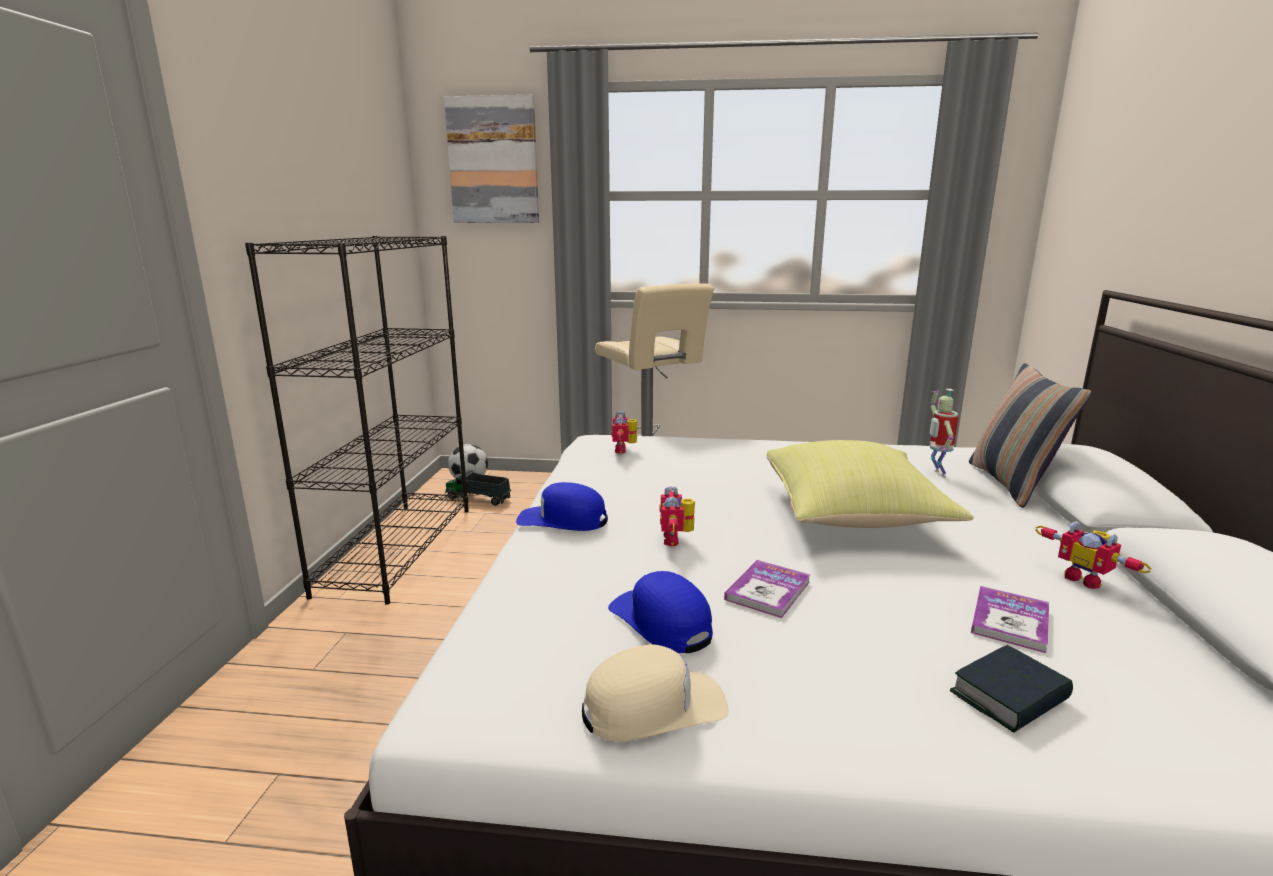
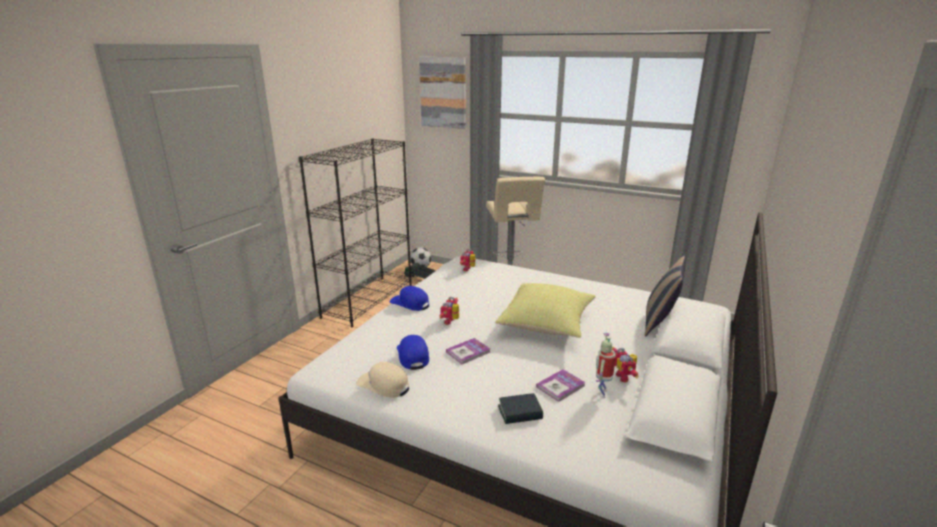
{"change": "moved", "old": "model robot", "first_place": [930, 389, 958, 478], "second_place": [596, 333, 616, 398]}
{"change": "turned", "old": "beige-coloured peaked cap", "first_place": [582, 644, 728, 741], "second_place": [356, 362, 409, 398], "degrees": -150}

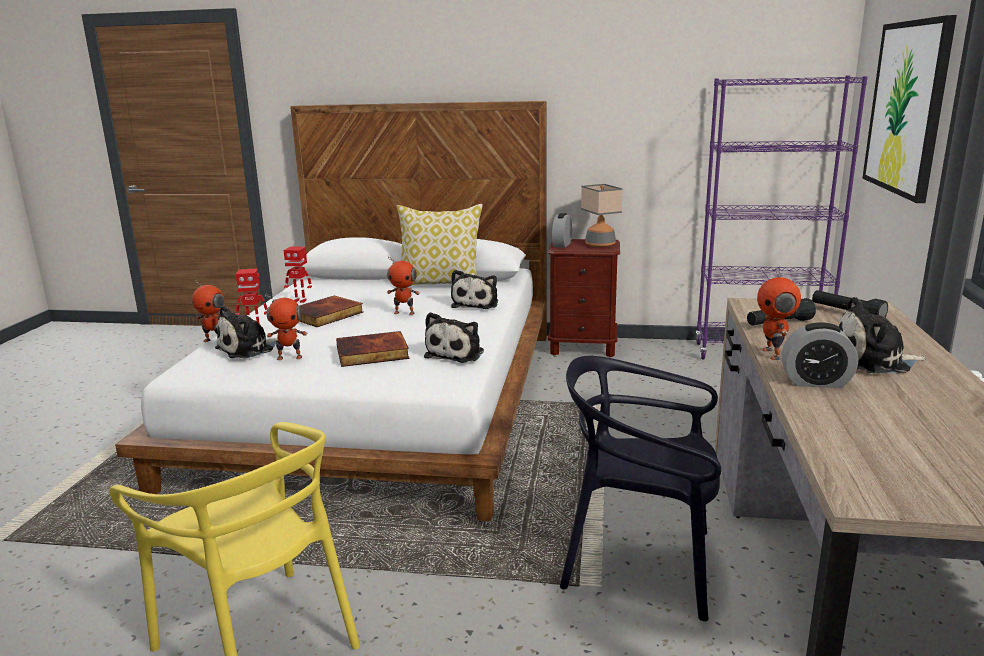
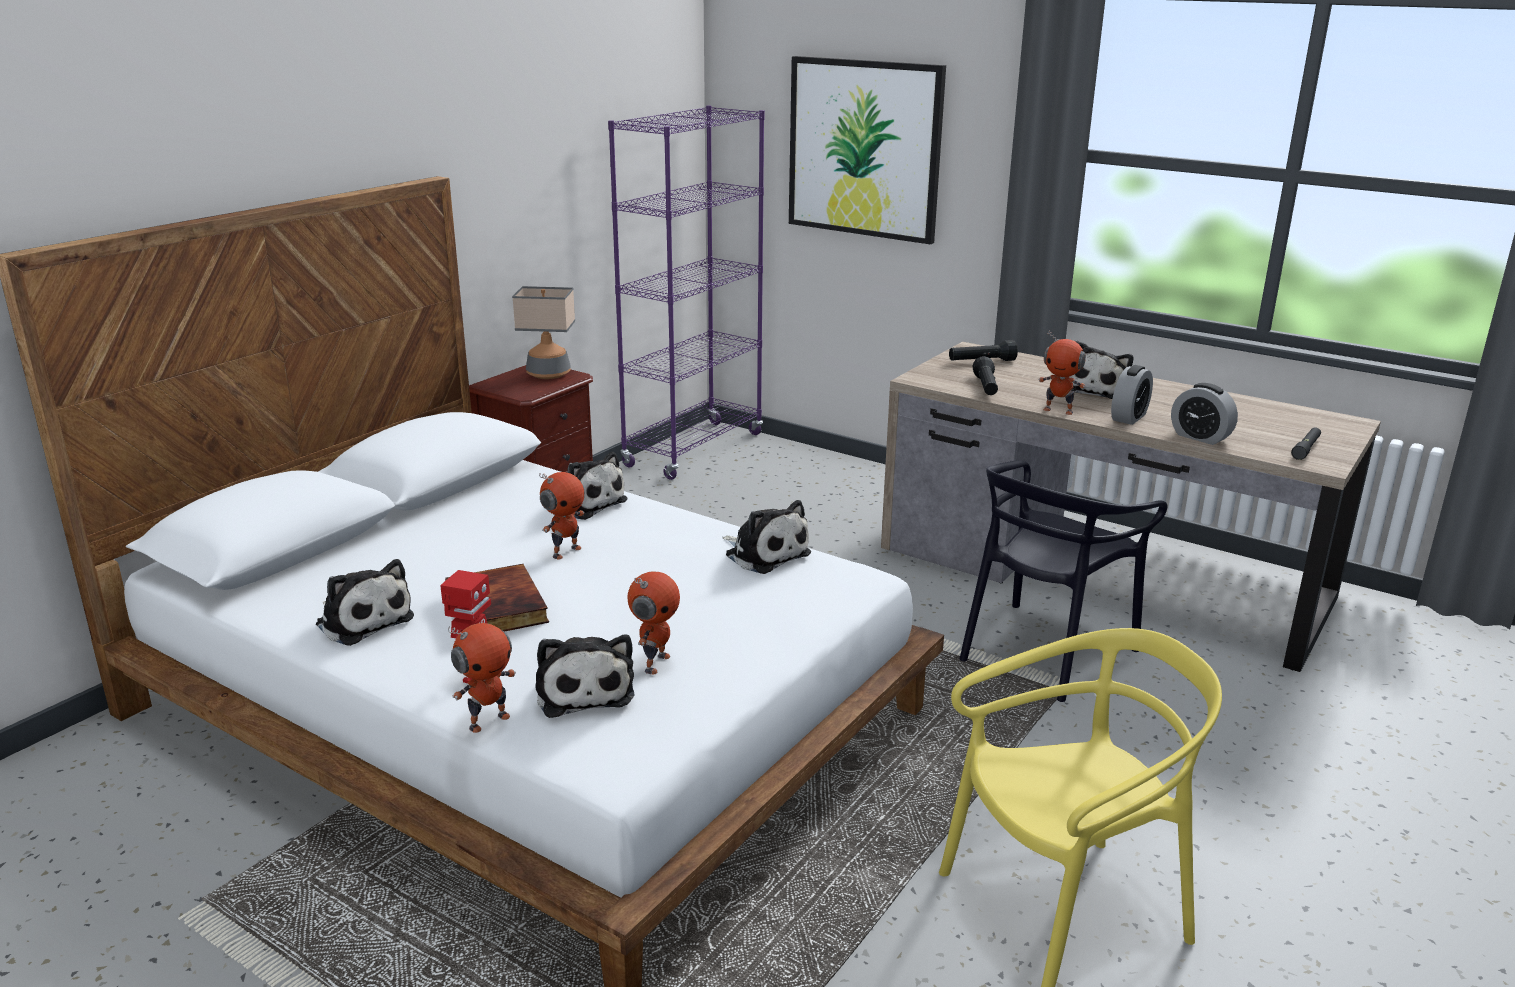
{"change": "removed", "old": "bound book", "first_place": [336, 331, 409, 367]}
{"change": "removed", "old": "throw pillow", "first_place": [396, 204, 483, 288]}
{"change": "added", "new": "blackish hand torch", "second_place": [1291, 427, 1321, 460]}
{"change": "moved", "old": "alarm clock", "first_place": [552, 213, 572, 248], "second_place": [1171, 383, 1238, 445]}
{"change": "replaced", "old": "model robot", "new": "soft toy", "first_place": [283, 246, 312, 303], "second_place": [316, 559, 414, 646]}

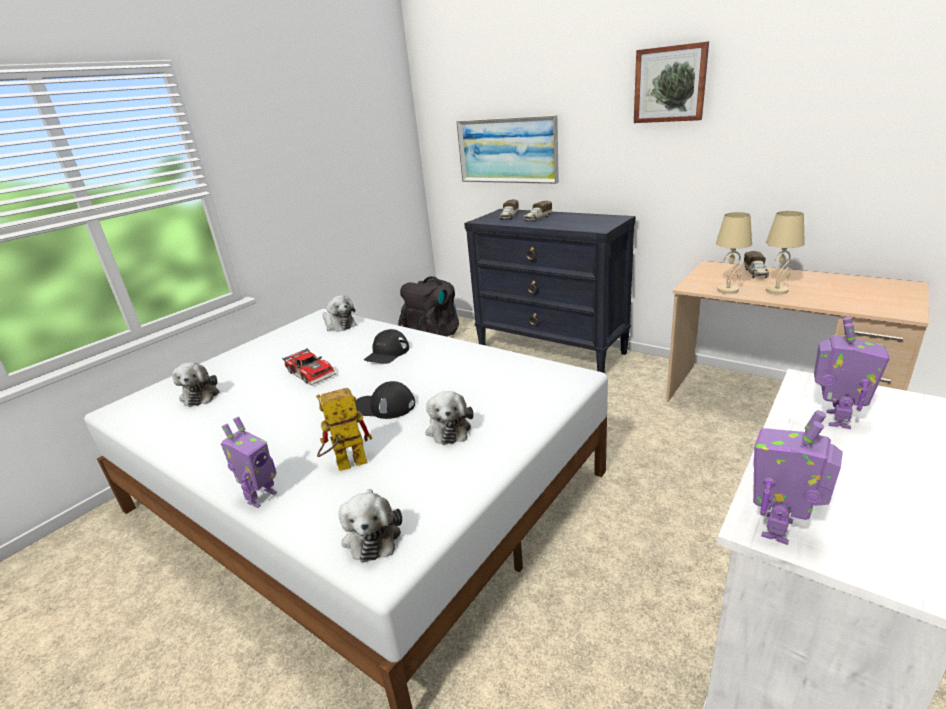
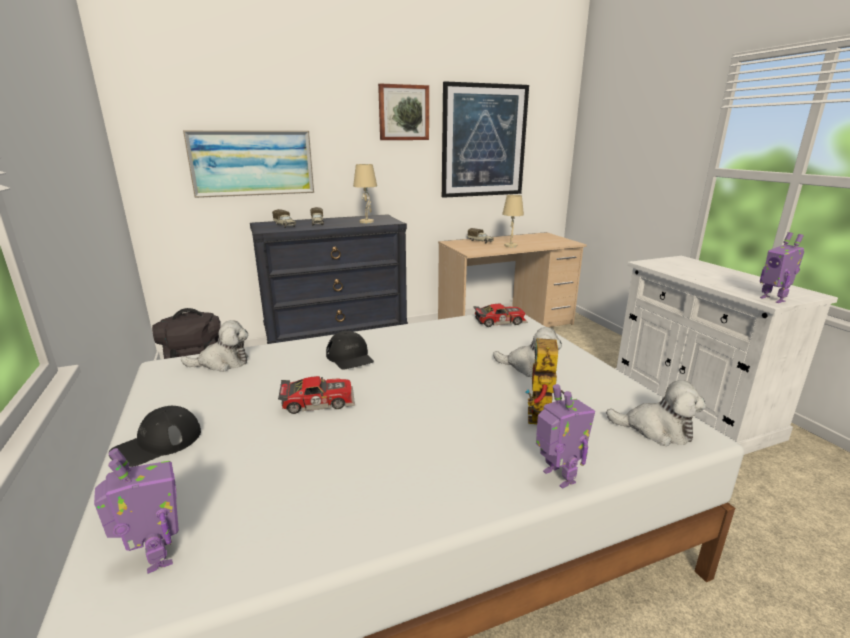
{"change": "removed", "old": "soft toy", "first_place": [172, 362, 220, 407]}
{"change": "added", "new": "wall picture", "second_place": [442, 81, 529, 198]}
{"change": "added", "new": "toy car", "second_place": [473, 303, 528, 327]}
{"change": "moved", "old": "blackish peaked cap", "first_place": [355, 381, 415, 419], "second_place": [109, 405, 201, 467]}
{"change": "moved", "old": "beige-coloured tabletop lamp", "first_place": [716, 212, 752, 294], "second_place": [353, 164, 377, 223]}
{"change": "moved", "old": "model robot", "first_place": [814, 317, 890, 429], "second_place": [94, 448, 179, 574]}

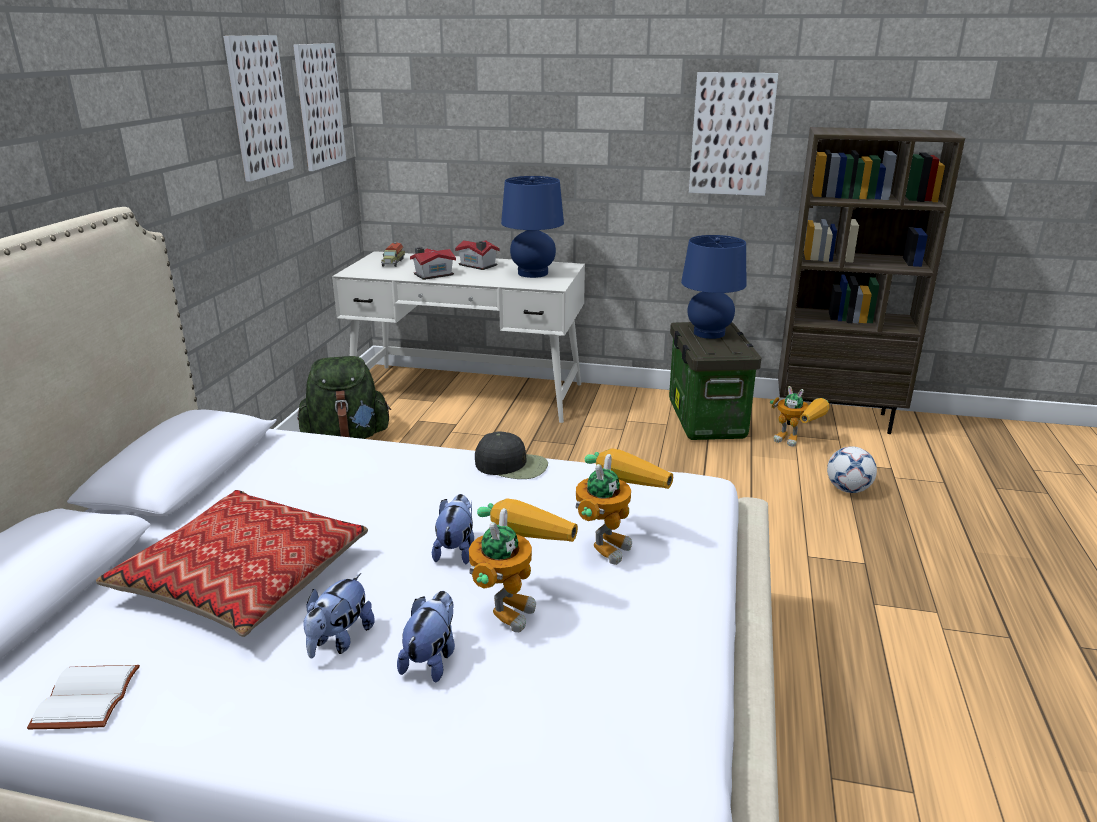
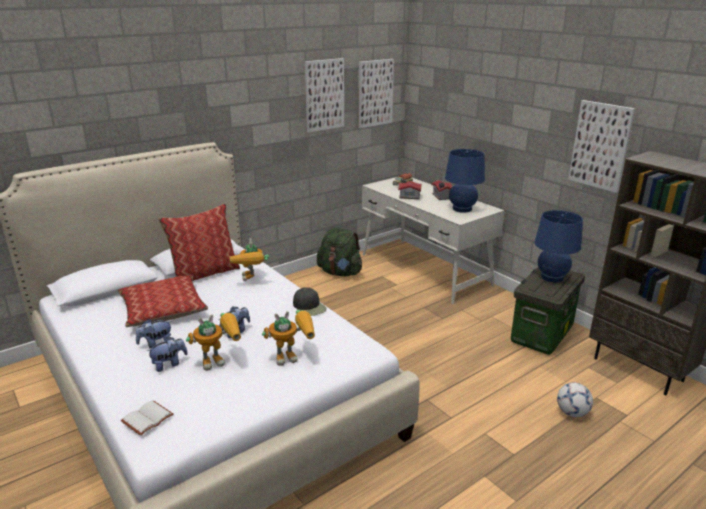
{"change": "added", "new": "throw pillow", "second_place": [158, 203, 240, 281]}
{"change": "moved", "old": "white bound book", "first_place": [27, 665, 140, 729], "second_place": [121, 401, 174, 436]}
{"change": "moved", "old": "model robot", "first_place": [770, 386, 830, 447], "second_place": [230, 238, 269, 281]}

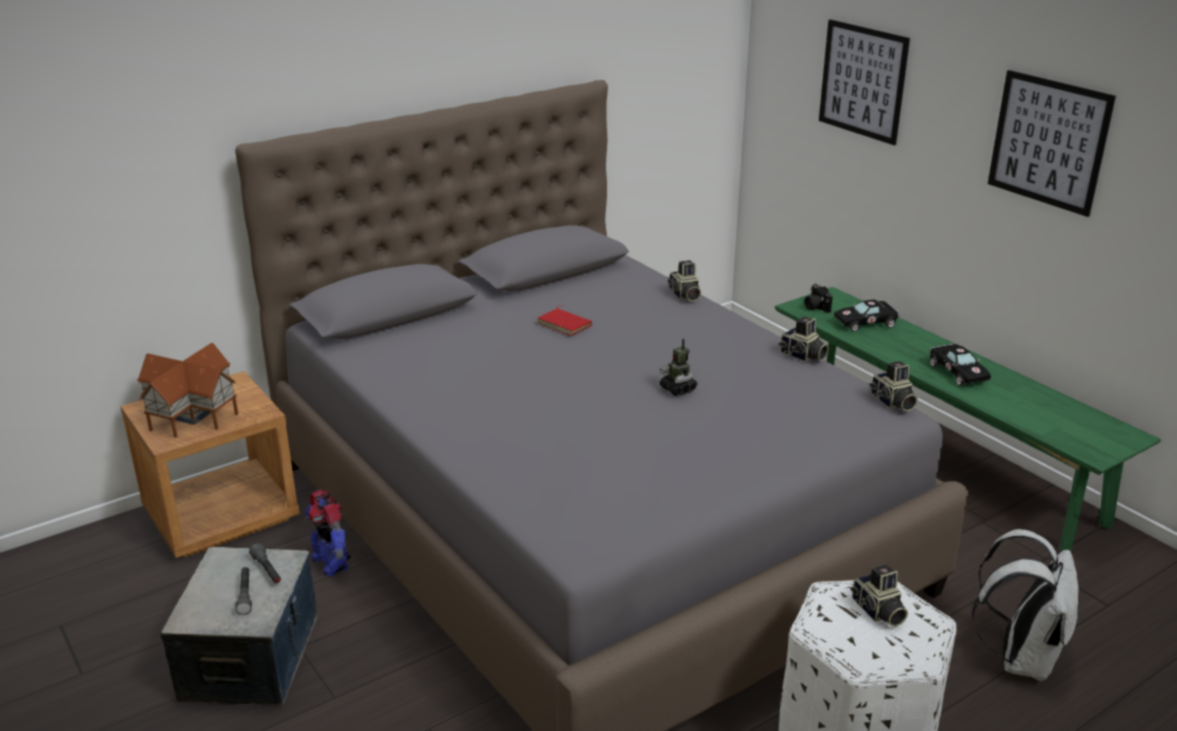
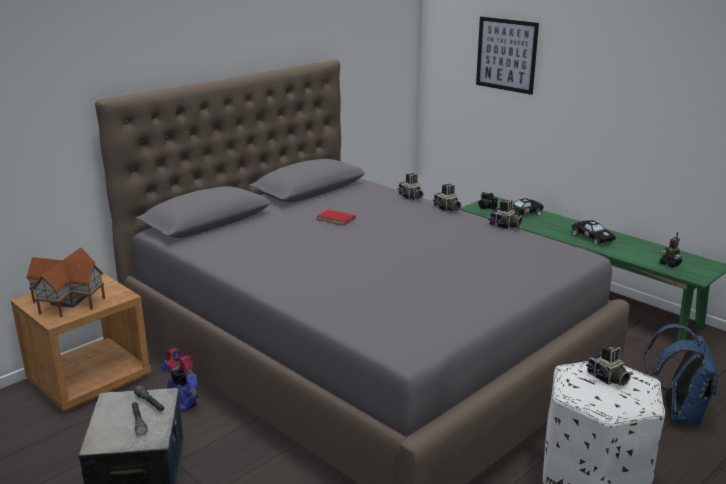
{"change": "removed", "old": "wall picture", "first_place": [988, 70, 1116, 217]}
{"change": "moved", "old": "model robot", "first_place": [659, 339, 698, 396], "second_place": [660, 232, 683, 268]}
{"change": "moved", "old": "still camera", "first_place": [870, 361, 918, 412], "second_place": [433, 184, 462, 212]}
{"change": "recoloured", "old": "white rucksack", "new": "blue-coloured rucksack", "first_place": [972, 529, 1078, 681], "second_place": [644, 324, 718, 425]}

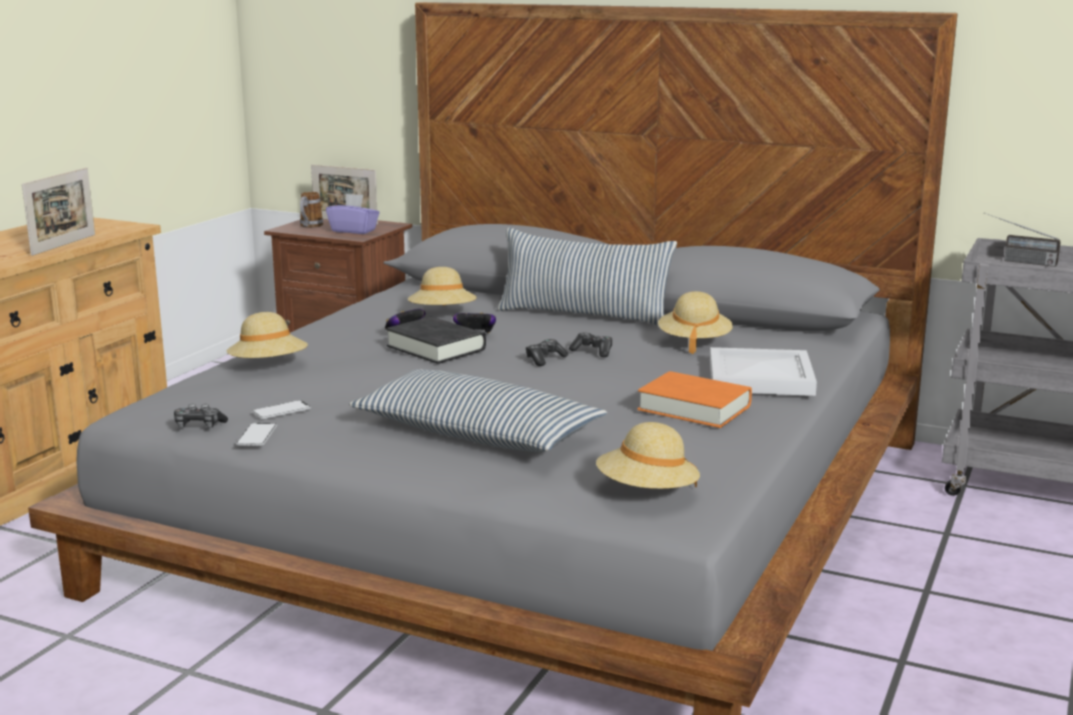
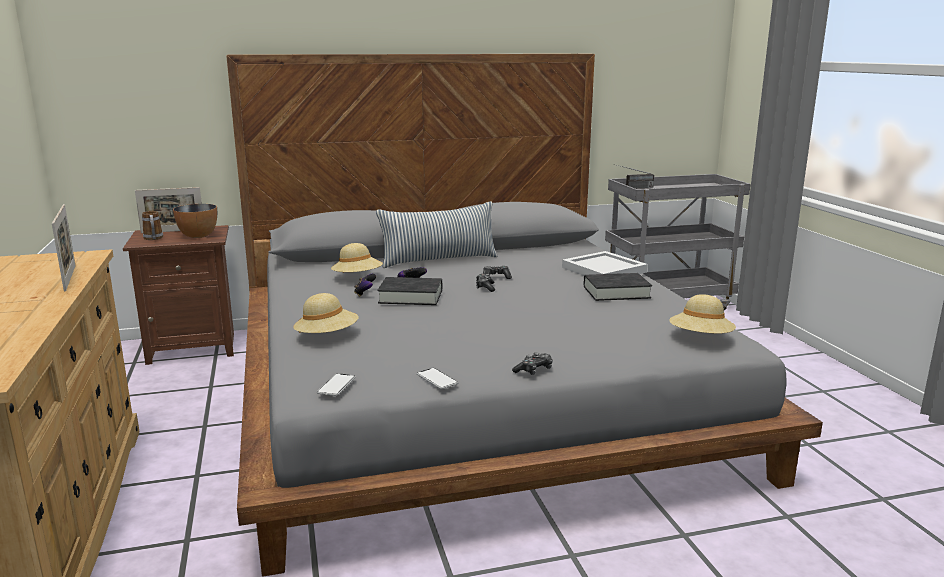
{"change": "removed", "old": "throw pillow", "first_place": [349, 369, 607, 452]}
{"change": "removed", "old": "beige-coloured hat", "first_place": [658, 291, 733, 354]}
{"change": "moved", "old": "gamepad", "first_place": [174, 404, 228, 428], "second_place": [512, 352, 553, 375]}
{"change": "moved", "old": "handset", "first_place": [252, 400, 311, 419], "second_place": [317, 373, 356, 396]}
{"change": "replaced", "old": "purple tissue box", "new": "bowl", "first_place": [326, 193, 380, 234], "second_place": [173, 204, 217, 238]}
{"change": "recoloured", "old": "orangey bound book", "new": "blackish bound book", "first_place": [637, 371, 752, 428], "second_place": [584, 273, 652, 301]}

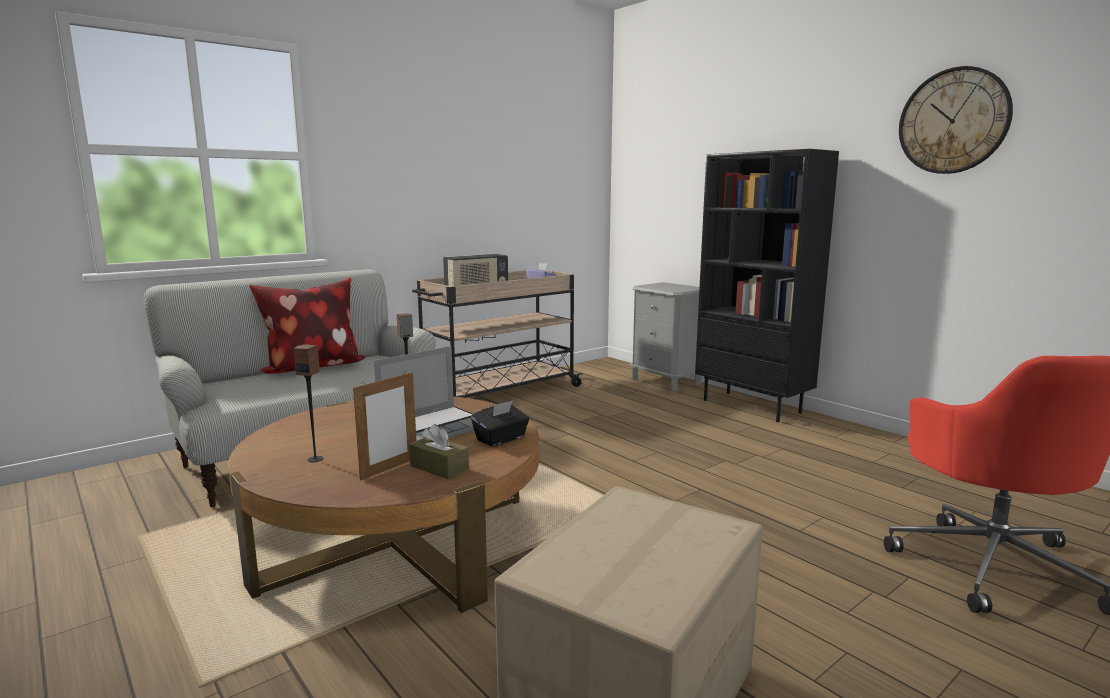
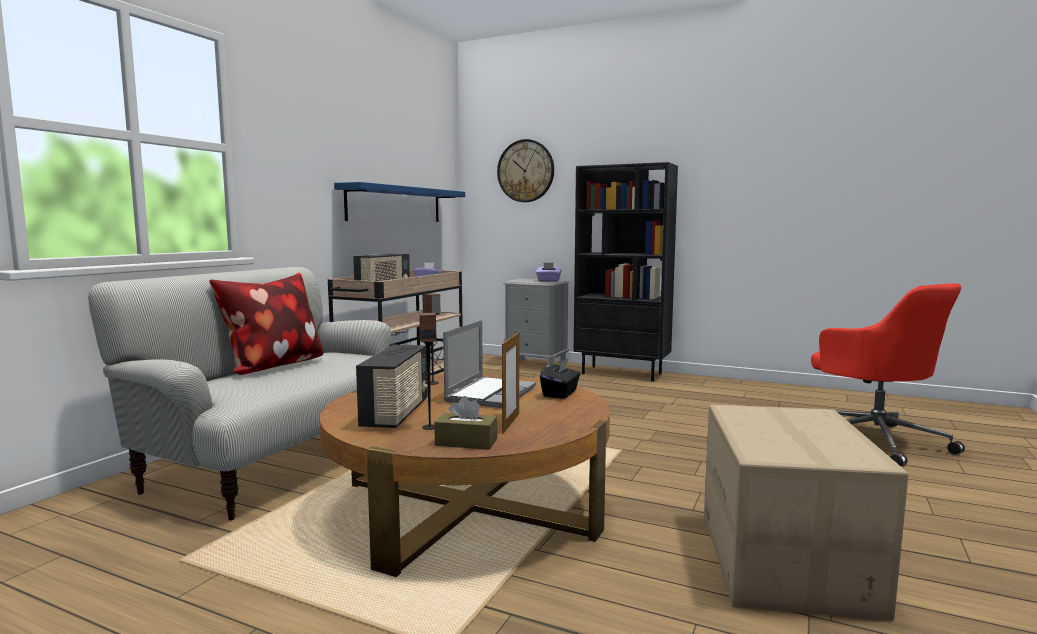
{"change": "added", "new": "blue-coloured wall shelf", "second_place": [334, 182, 465, 222]}
{"change": "added", "new": "radio set", "second_place": [356, 345, 428, 428]}
{"change": "added", "new": "purple tissue box", "second_place": [536, 262, 562, 282]}
{"change": "moved", "old": "brown tissue box", "first_place": [409, 424, 469, 480], "second_place": [434, 396, 497, 450]}
{"change": "moved", "old": "clock on the wall", "first_place": [899, 66, 1013, 174], "second_place": [497, 139, 554, 202]}

